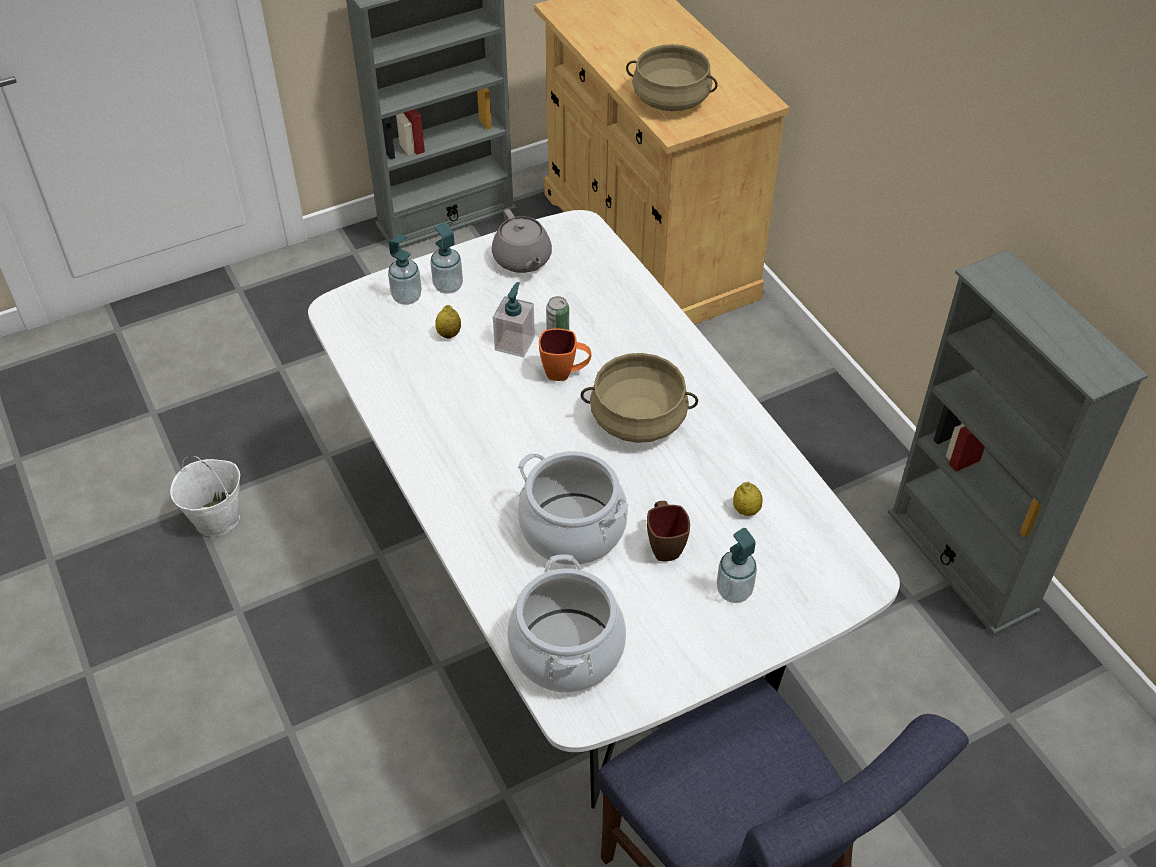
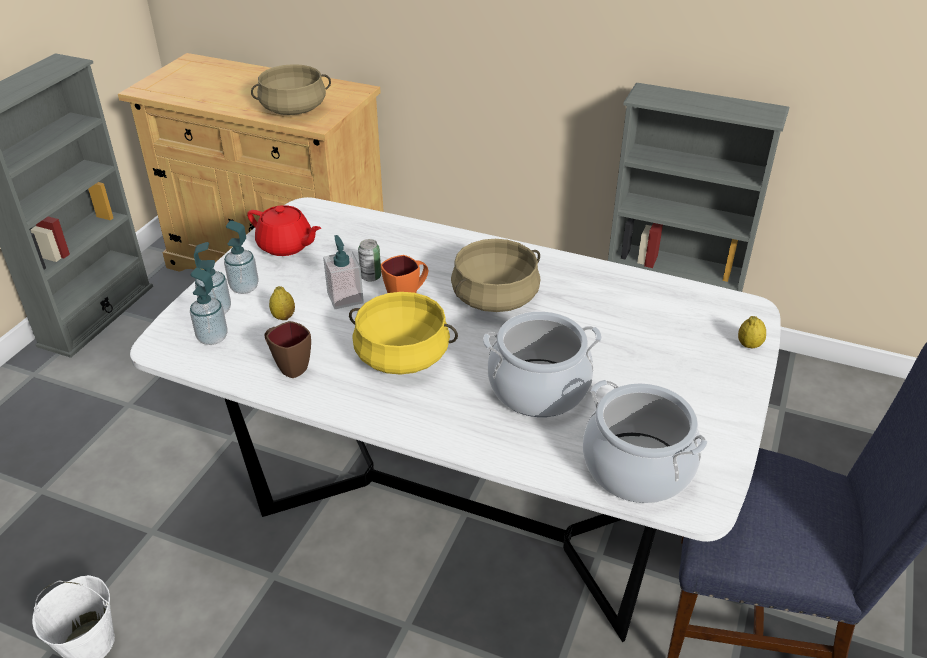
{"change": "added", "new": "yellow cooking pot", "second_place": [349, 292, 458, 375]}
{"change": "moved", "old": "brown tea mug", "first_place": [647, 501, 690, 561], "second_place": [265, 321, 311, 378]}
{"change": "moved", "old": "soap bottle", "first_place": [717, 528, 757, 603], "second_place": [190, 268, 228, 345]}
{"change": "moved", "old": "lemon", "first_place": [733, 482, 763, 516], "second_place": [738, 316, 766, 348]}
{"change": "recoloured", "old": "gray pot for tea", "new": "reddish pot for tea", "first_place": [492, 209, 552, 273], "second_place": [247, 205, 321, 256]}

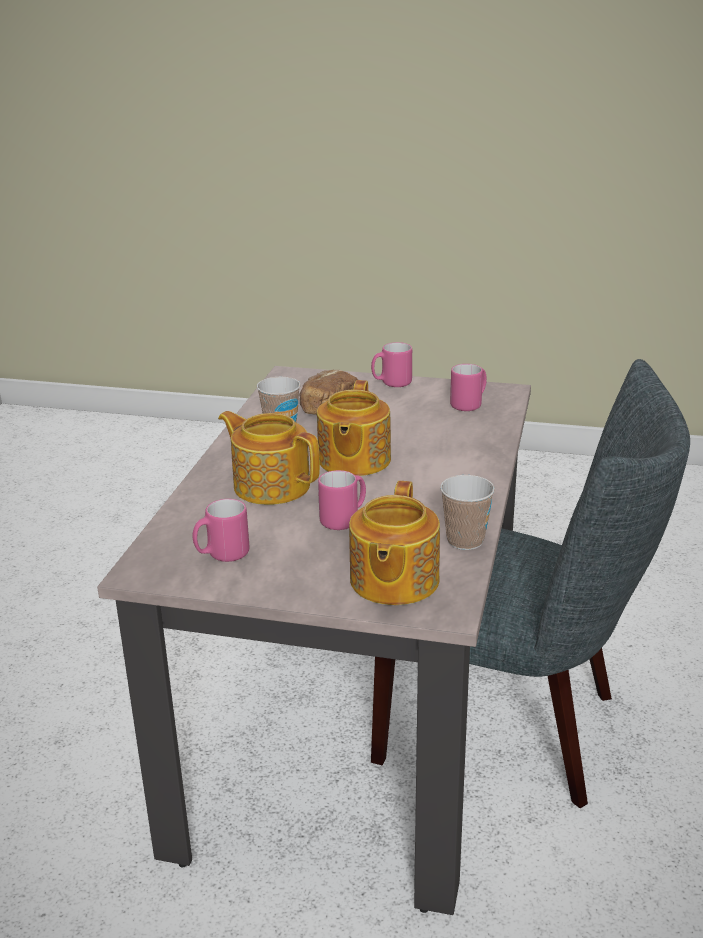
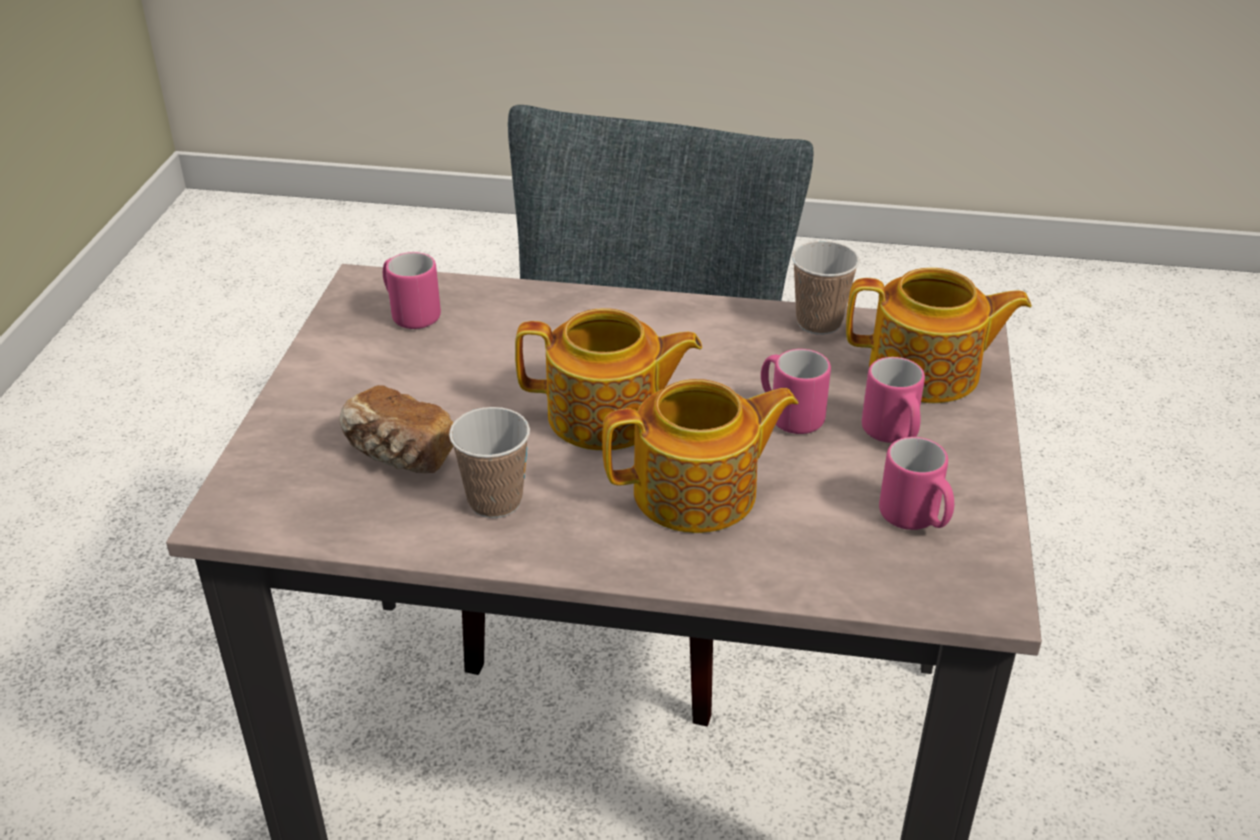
{"change": "moved", "old": "pinkish tea mug", "first_place": [371, 342, 412, 387], "second_place": [862, 357, 925, 443]}
{"change": "turned", "old": "pot for tea", "first_place": [218, 411, 320, 505], "second_place": [602, 379, 798, 533], "degrees": -135}

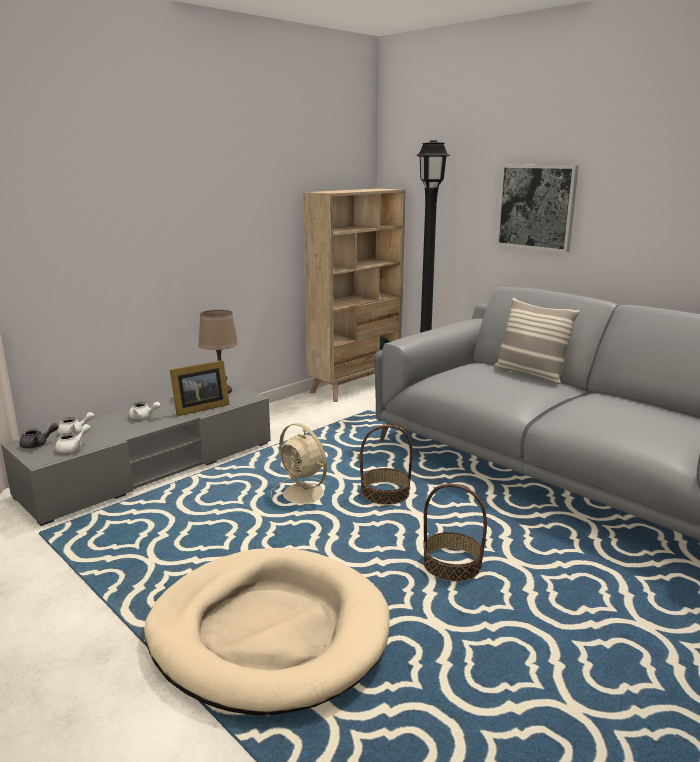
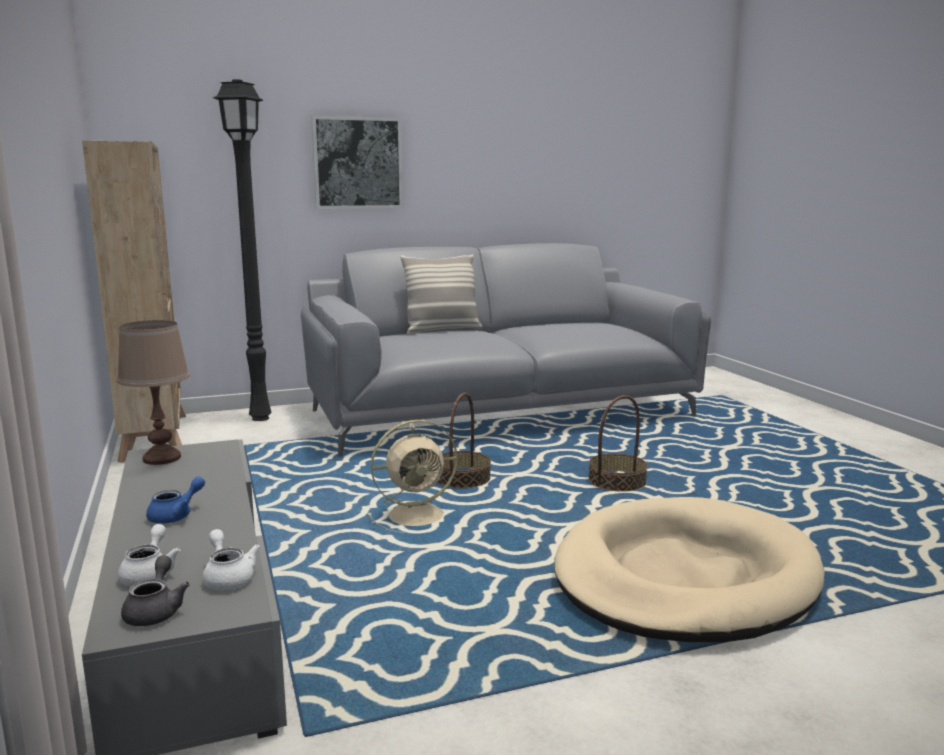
{"change": "removed", "old": "photo frame", "first_place": [170, 360, 230, 416]}
{"change": "recoloured", "old": "white pot for tea", "new": "blue-coloured pot for tea", "first_place": [129, 402, 160, 419], "second_place": [146, 477, 205, 524]}

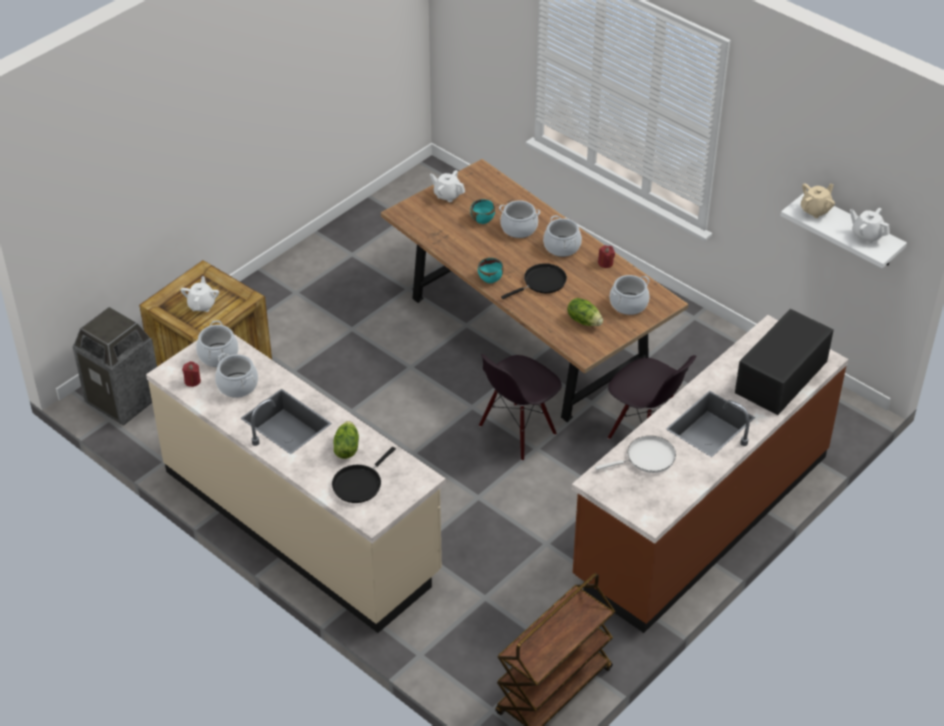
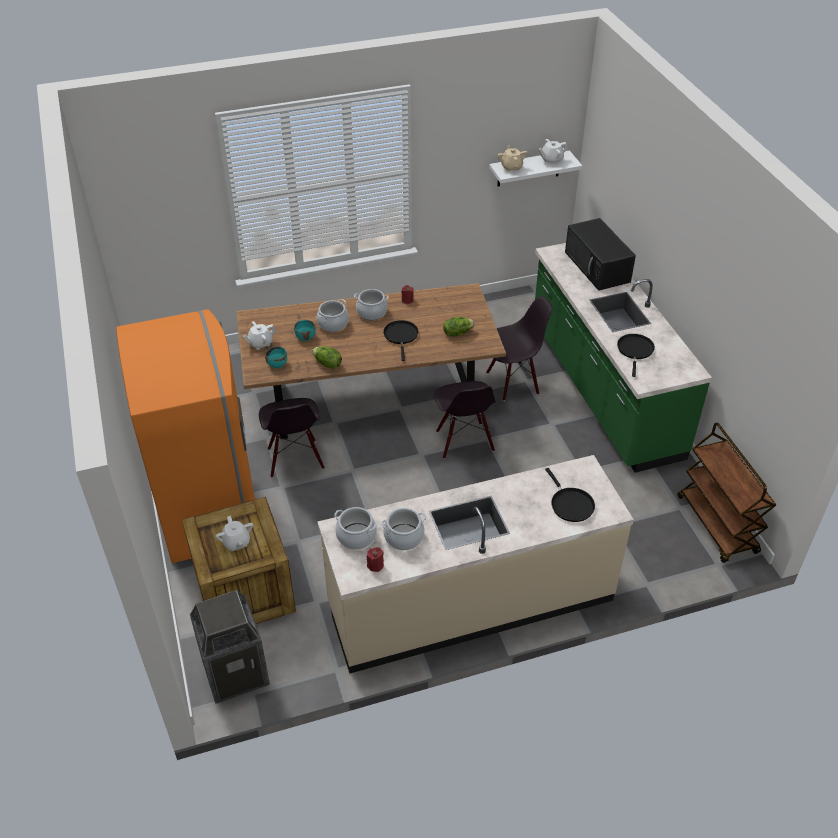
{"change": "removed", "old": "cooking pot", "first_place": [610, 275, 650, 315]}
{"change": "added", "new": "orangey fridge", "second_place": [116, 309, 255, 563]}
{"change": "added", "new": "blackish plain chair", "second_place": [259, 398, 325, 478]}
{"change": "moved", "old": "lettuce head", "first_place": [334, 421, 359, 459], "second_place": [312, 346, 342, 369]}
{"change": "moved", "old": "turquoise bowl", "first_place": [478, 257, 503, 283], "second_place": [265, 346, 287, 368]}
{"change": "recoloured", "old": "brown kitchen base unit", "new": "greenish kitchen base unit", "first_place": [572, 315, 849, 633], "second_place": [535, 243, 712, 473]}
{"change": "recoloured", "old": "white pan", "new": "blackish pan", "first_place": [595, 436, 676, 473], "second_place": [617, 334, 655, 377]}
{"change": "turned", "old": "white pot for tea", "first_place": [181, 276, 219, 312], "second_place": [215, 516, 253, 551], "degrees": -150}

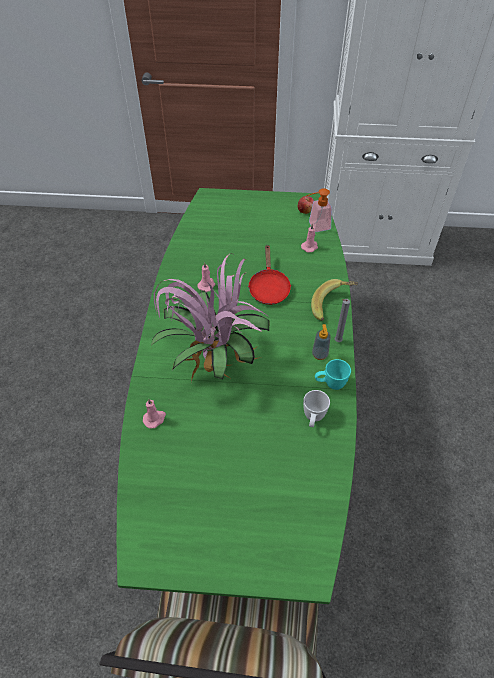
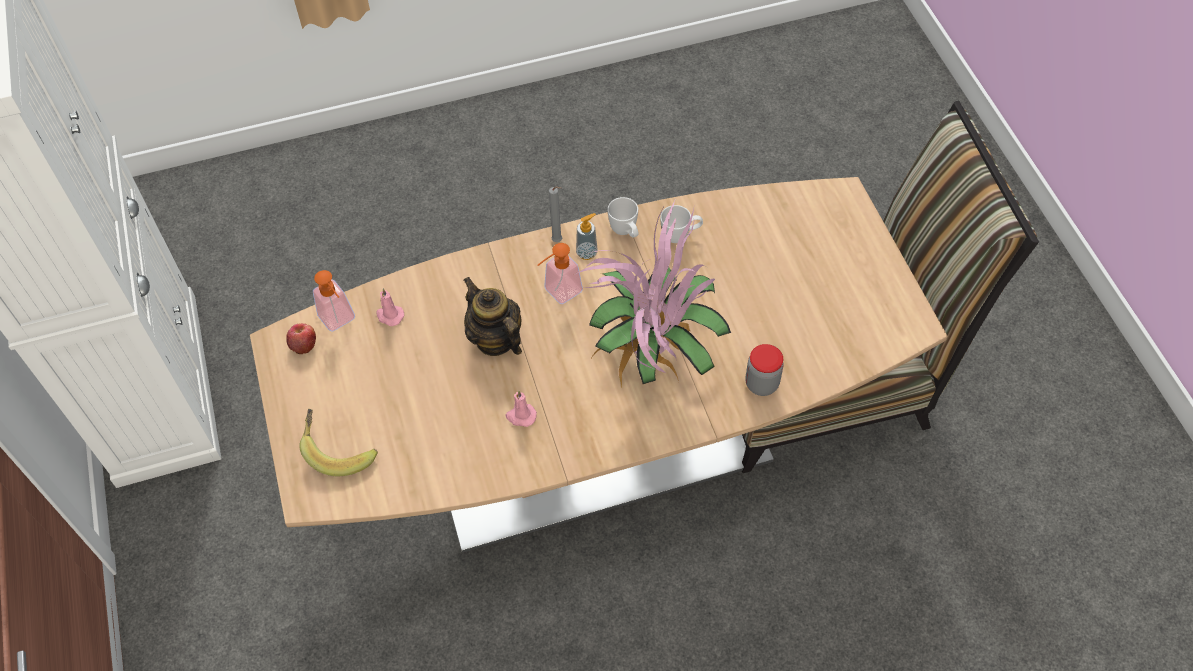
{"change": "added", "new": "soap bottle", "second_place": [537, 243, 583, 304]}
{"change": "moved", "old": "banana", "first_place": [311, 279, 358, 321], "second_place": [299, 409, 378, 476]}
{"change": "replaced", "old": "pinkish wax candle", "new": "jar", "first_place": [143, 399, 166, 428], "second_place": [745, 344, 783, 396]}
{"change": "replaced", "old": "reddish pan", "new": "pot for tea", "first_place": [248, 245, 291, 305], "second_place": [464, 277, 522, 356]}
{"change": "recoloured", "old": "greenish dining table", "new": "brown dining table", "first_place": [117, 188, 357, 604], "second_place": [250, 177, 948, 553]}
{"change": "recoloured", "old": "turquoise tea mug", "new": "white tea mug", "first_place": [315, 359, 351, 390], "second_place": [607, 197, 639, 238]}

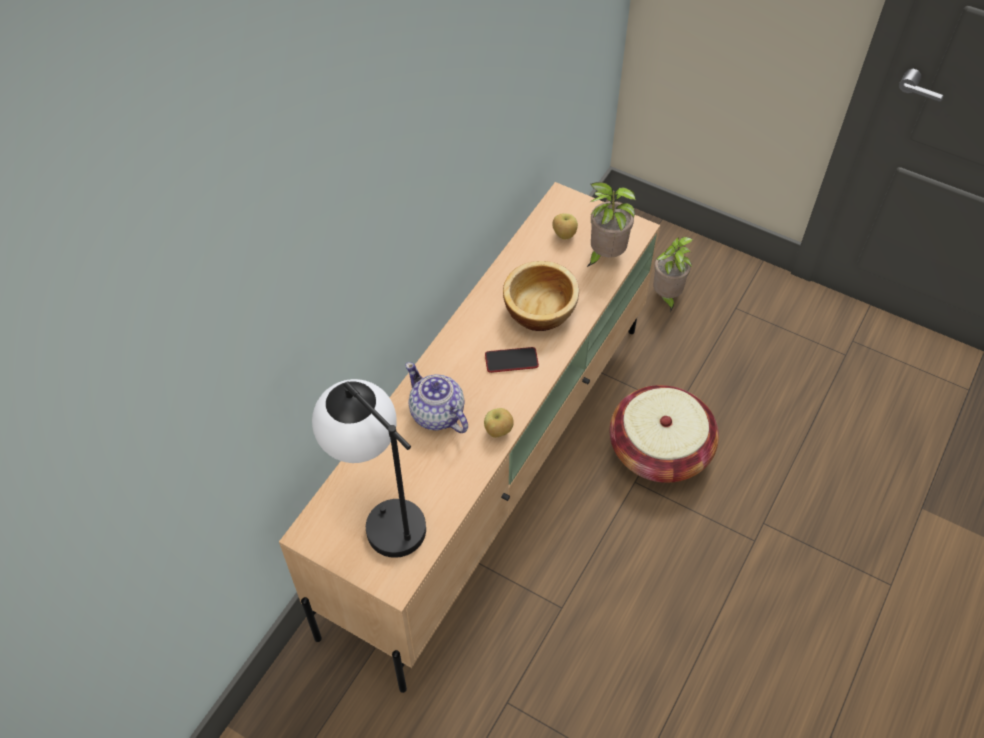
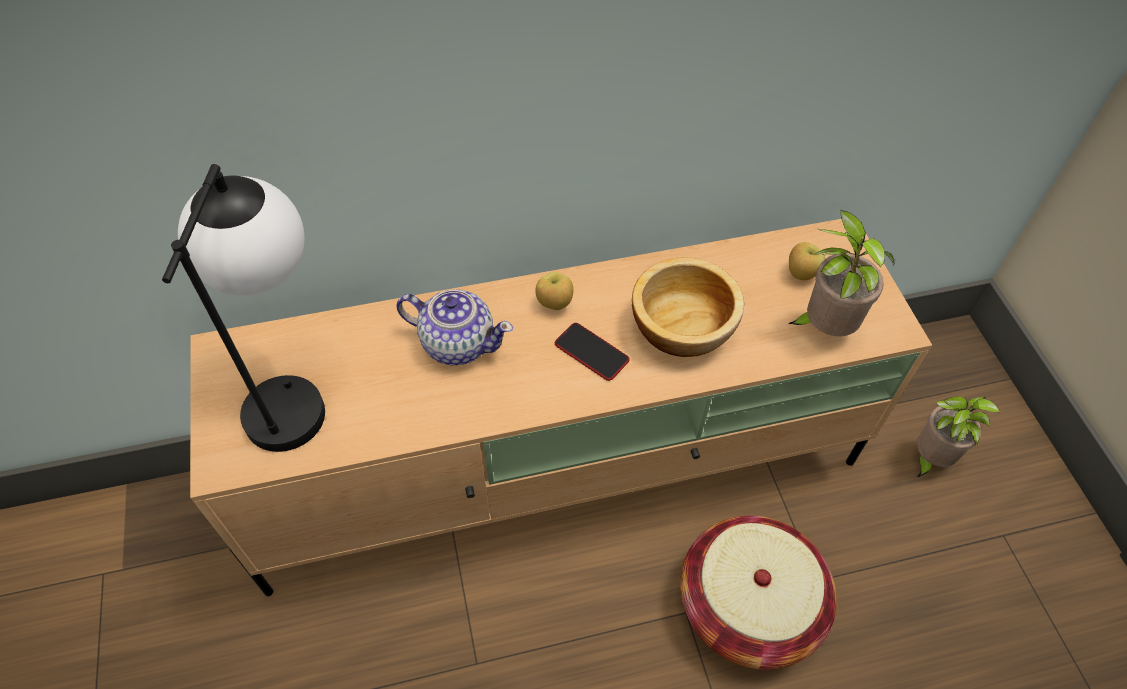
{"change": "moved", "old": "whole apple", "first_place": [484, 408, 514, 438], "second_place": [535, 272, 573, 310]}
{"change": "turned", "old": "pot for tea", "first_place": [405, 362, 468, 433], "second_place": [396, 289, 513, 365], "degrees": 105}

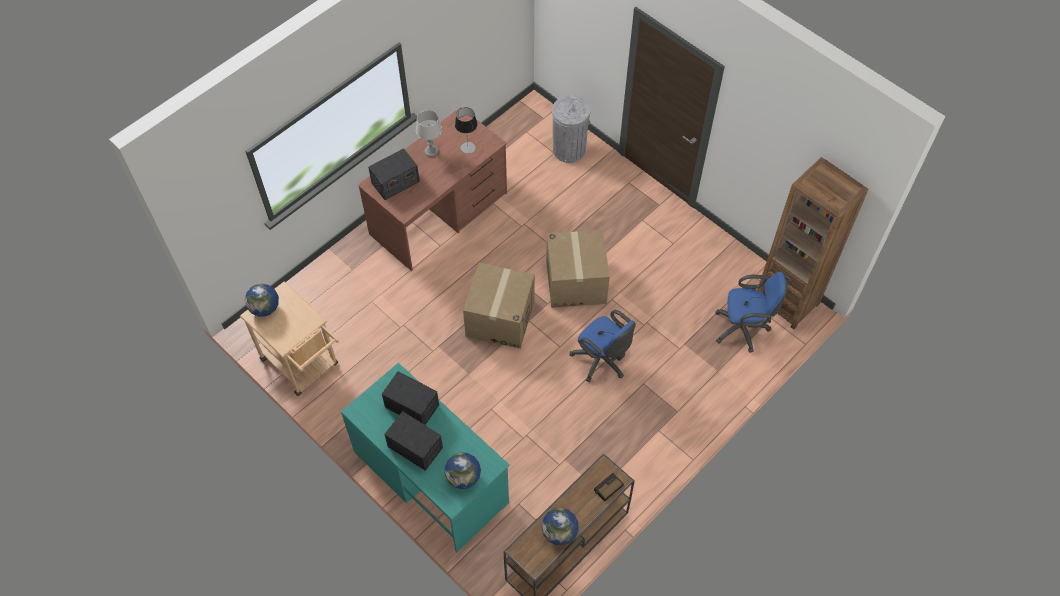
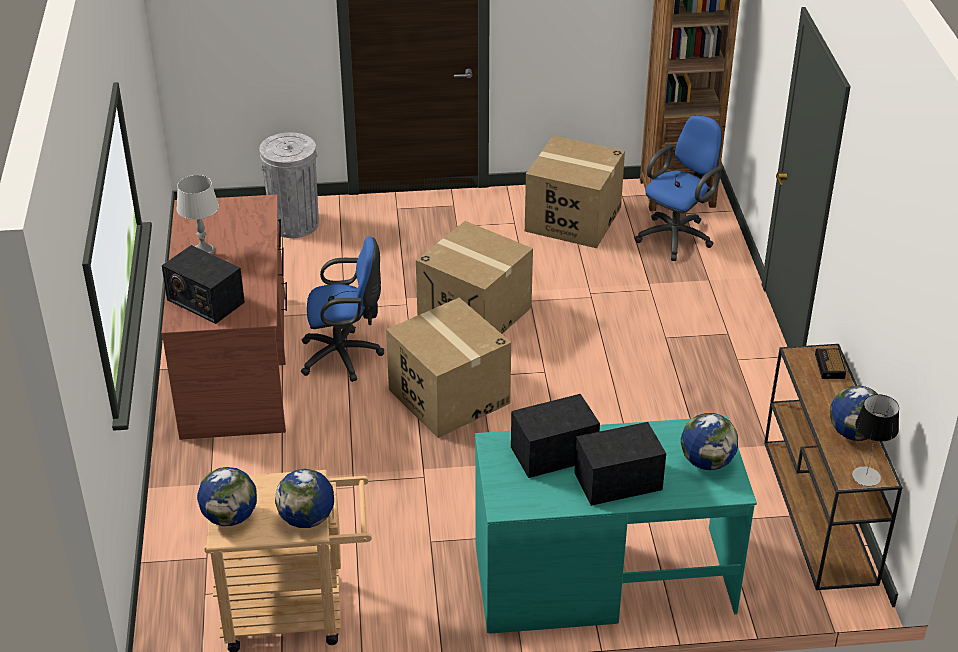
{"change": "added", "new": "world globe", "second_place": [275, 469, 334, 528]}
{"change": "added", "new": "packing box", "second_place": [525, 136, 625, 248]}
{"change": "moved", "old": "tabletop lamp", "first_place": [455, 107, 478, 154], "second_place": [852, 394, 899, 486]}
{"change": "moved", "old": "blue-coloured computer chair", "first_place": [569, 310, 636, 382], "second_place": [301, 237, 384, 382]}
{"change": "turned", "old": "radio set", "first_place": [368, 148, 420, 200], "second_place": [162, 245, 245, 324], "degrees": 120}

